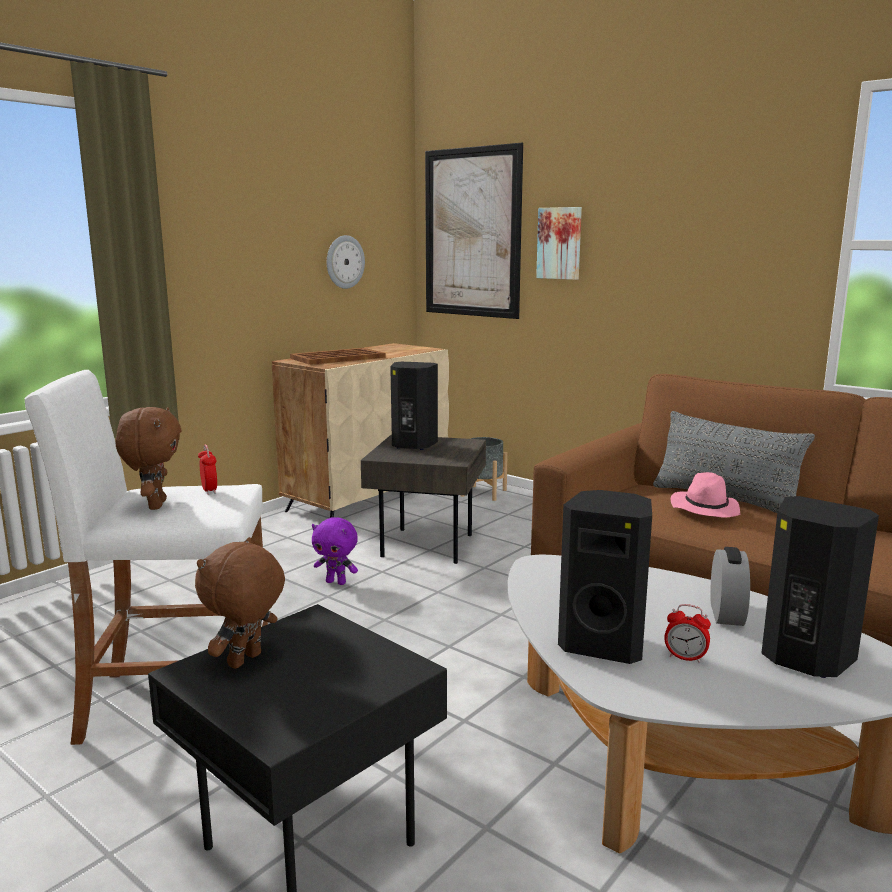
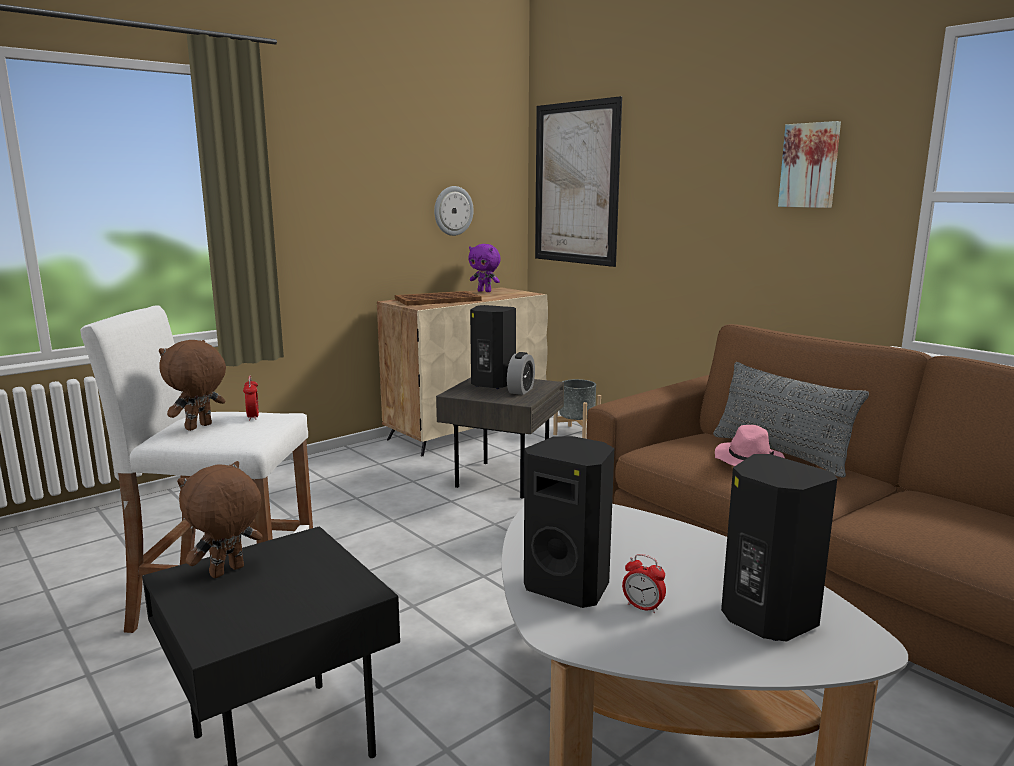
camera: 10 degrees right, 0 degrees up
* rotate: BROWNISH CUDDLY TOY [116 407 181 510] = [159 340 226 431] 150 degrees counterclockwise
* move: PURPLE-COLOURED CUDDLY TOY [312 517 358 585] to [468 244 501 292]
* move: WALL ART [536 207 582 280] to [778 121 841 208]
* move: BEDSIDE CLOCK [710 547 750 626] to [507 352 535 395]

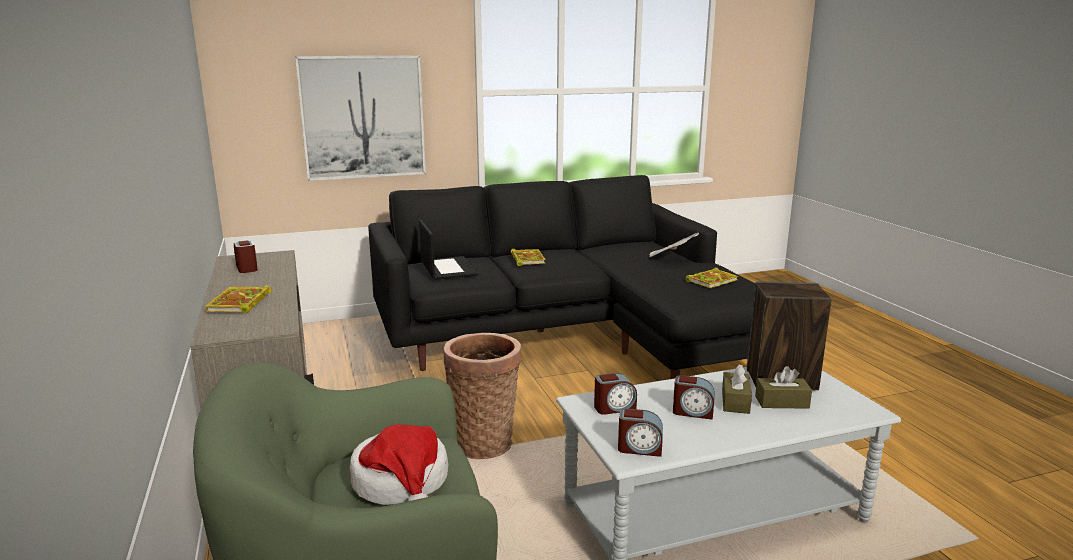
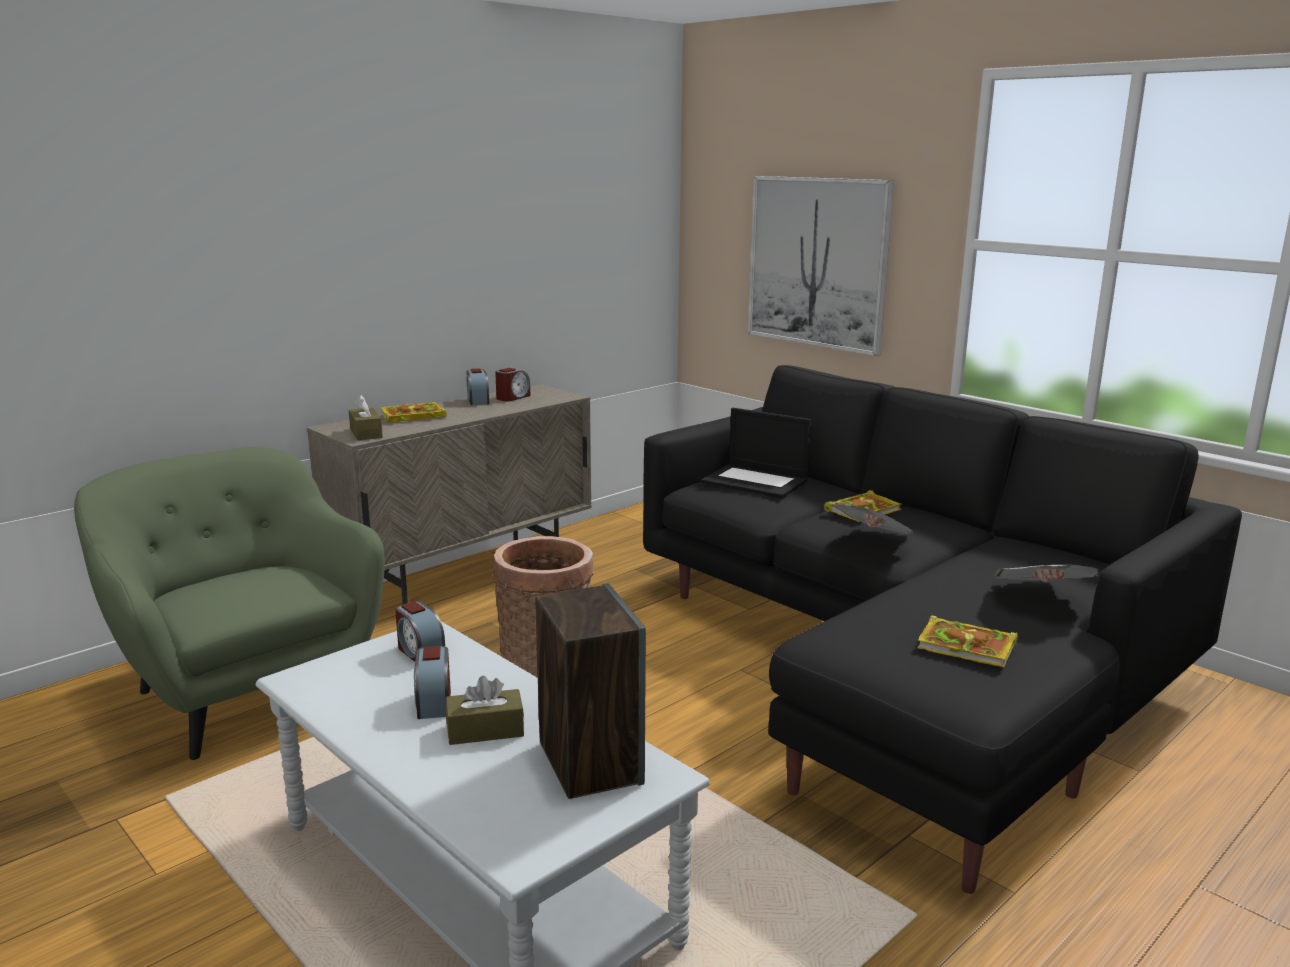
camera: 65 degrees right, 0 degrees up
* delete: HAT [350 424 448 505]
* rotate: NOTEBOOK COMPUTER [419 220 479 280] = [701 408 811 498] 75 degrees clockwise
* move: BEDSIDE CLOCK [618 408 663 457] to [467 368 489 405]
* move: BROWNISH TISSUE BOX [755 366 812 409] to [349 395 383 440]
* insert: PRINTED PAPER [828 504 913 534]

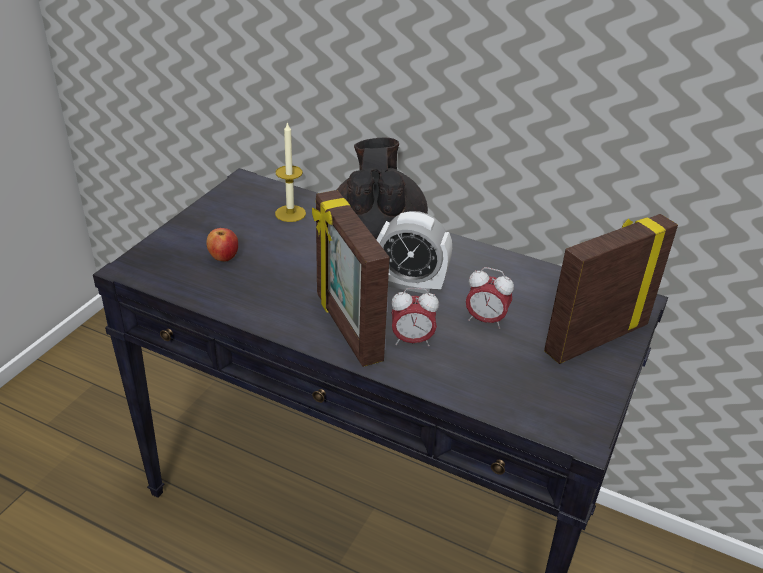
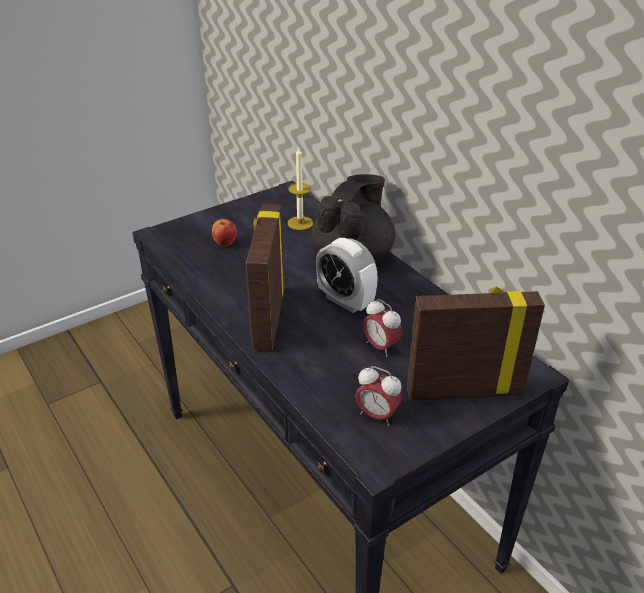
camera: 30 degrees right, 0 degrees up
* move: BEDSIDE CLOCK [391 288 439 346] to [355 366 403 426]

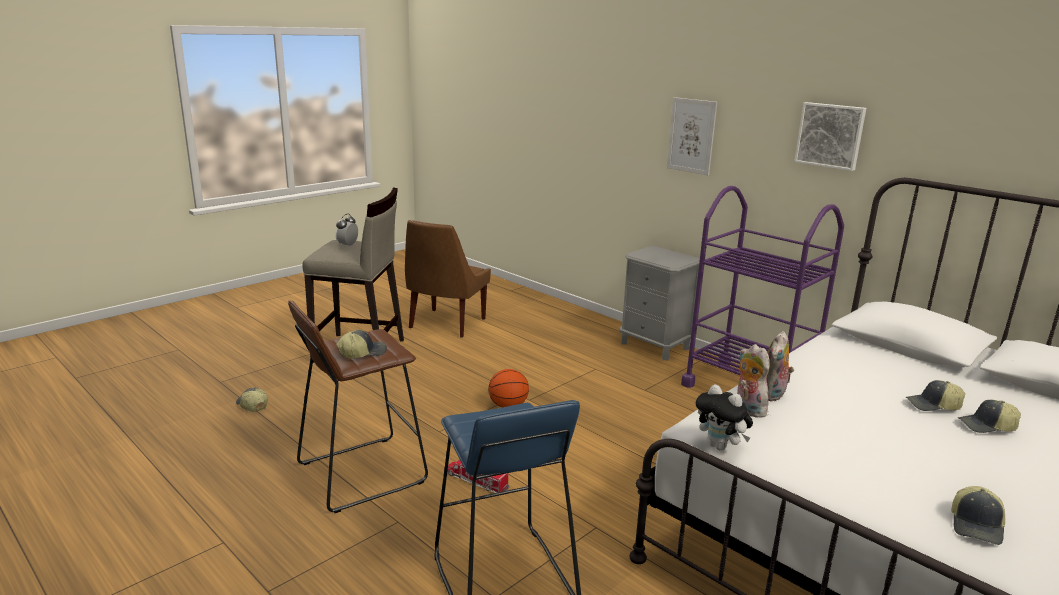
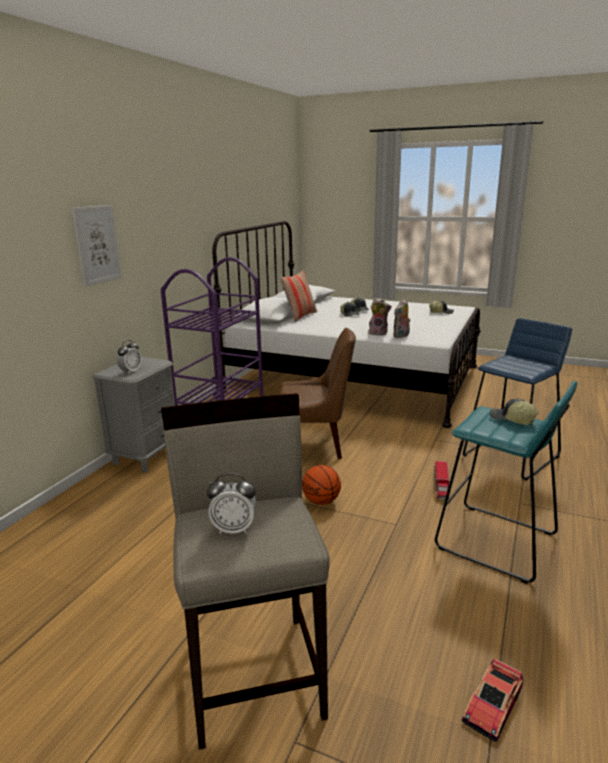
camera: 110 degrees left, 0 degrees up
* replace: BASEBALL CAP [236 388 268 412] to TOY CAR [462 659 524 742]
* recolor: BROWNISH SITTING STOOL [288 300 428 513] to TURQUOISE-COLOURED SITTING STOOL [435 381 578 584]
* move: BROWNISH PLAIN CHAIR [405 220 491 338] to [280 328 356 459]
* delete: CUDDLY TOY [696 384 753 451]
* delete: WALL ART [794 102 866 171]
* insert: BEDSIDE CLOCK [117 340 141 374]
* insert: CUSHION [280 270 317 322]

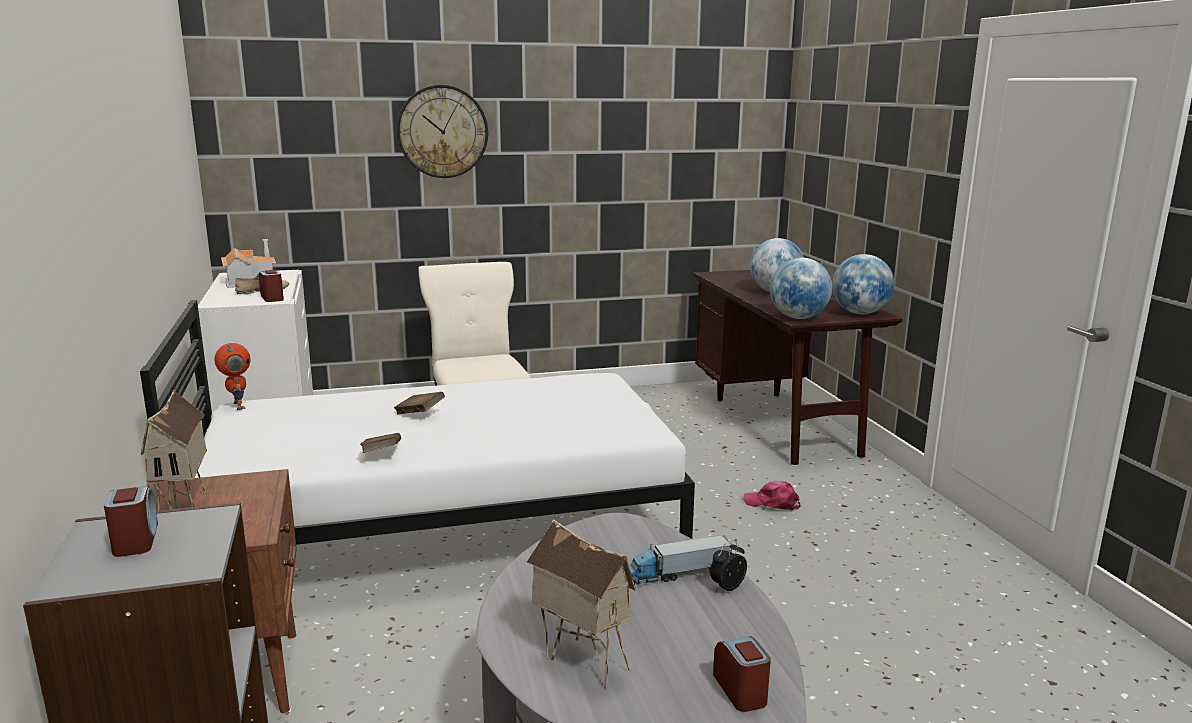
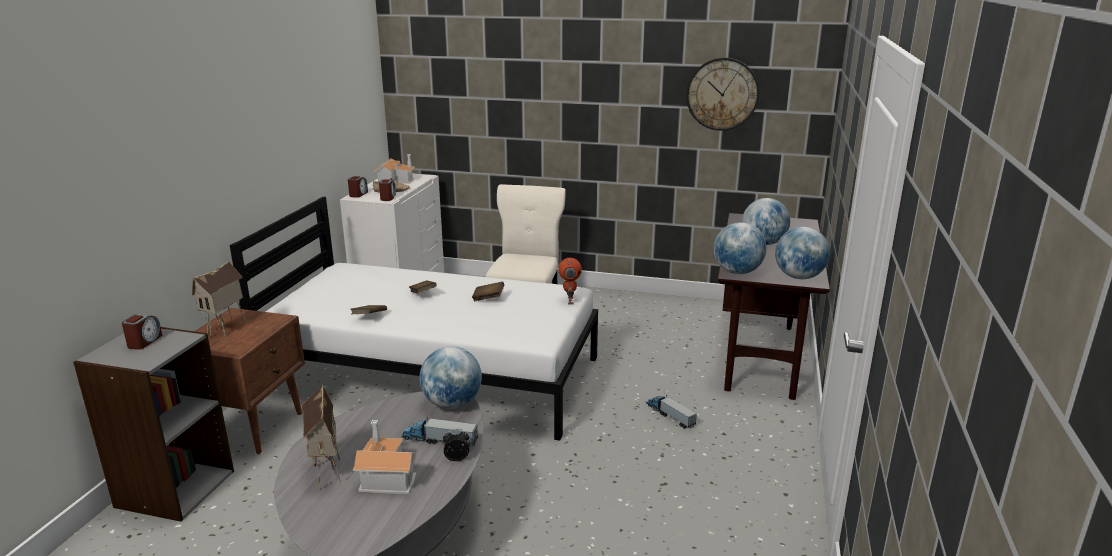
camera: 30 degrees right, 5 degrees up
* move: ROBOT FIGURE [215 343 251 410] to [558 258 582 305]
* move: HANGING CLOCK [397 85 488 178] to [686 58 759 131]
* move: BEDSIDE CLOCK [713 636 771 712] to [348 176 368 198]
* replace: PINKISH BASEBALL CAP [743 481 800 510] to TOY LORRY [646 395 697 429]
* insert: MINIATURE HOUSE [353 420 416 494]
* insert: WORLD GLOBE [420 346 482 409]
* insert: BROWNISH VOLUME [472 281 504 301]

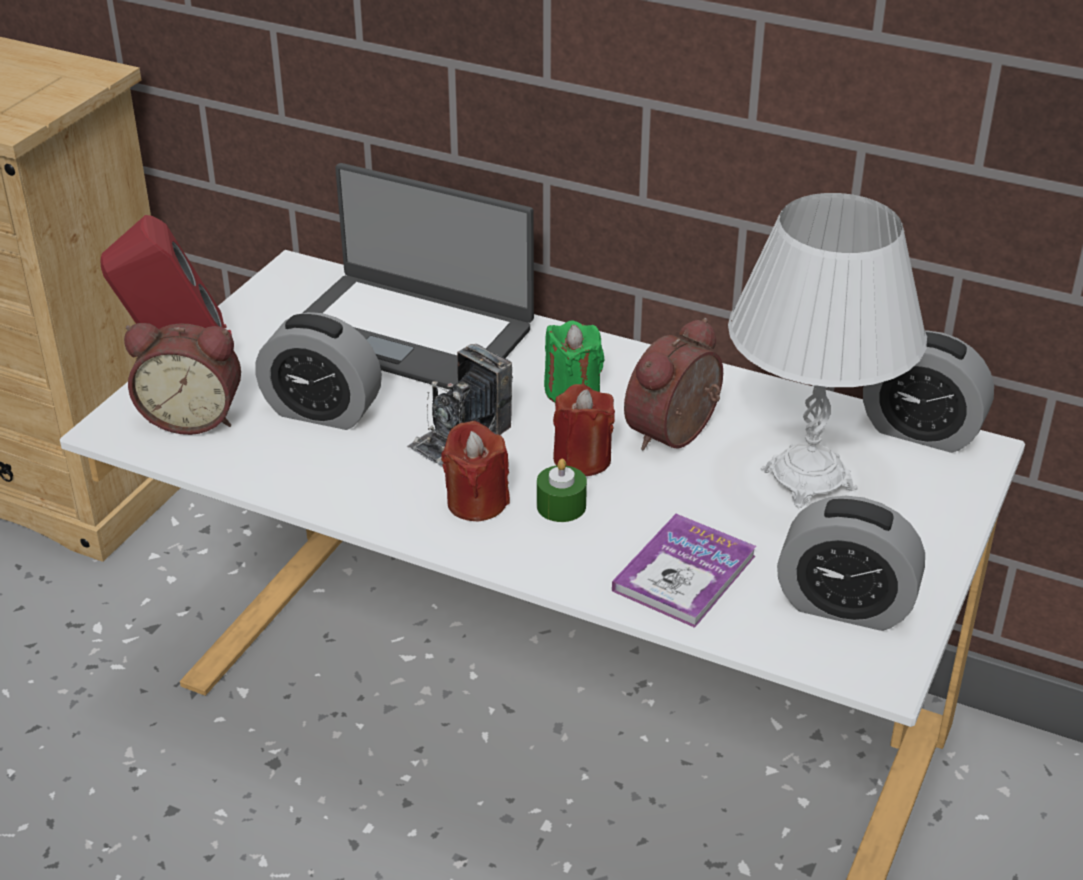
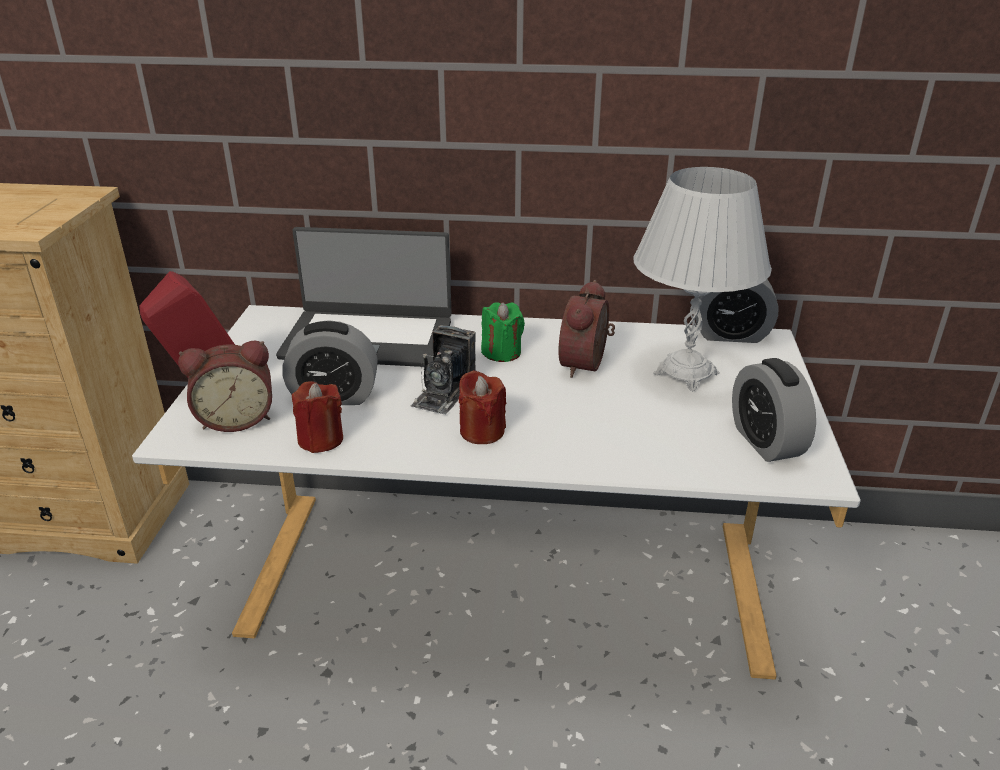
camera: 20 degrees left, 5 degrees down
* delete: GREEN WAX LIGHT [537 459 587 522]
* move: RED WAX LIGHT [553 384 615 476] to [292 381 343 453]
* delete: VOLUME [612 514 756 628]
* rotate: BEDSIDE CLOCK [777 495 925 631] = [732 358 816 462] 75 degrees clockwise

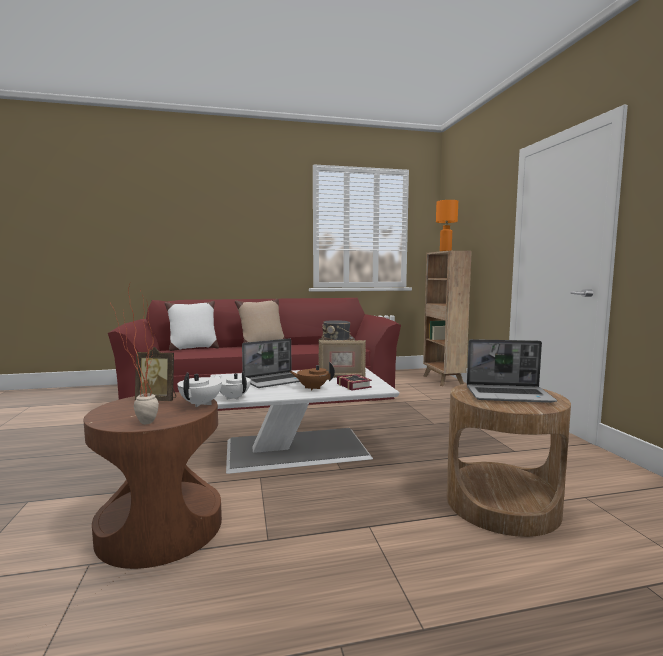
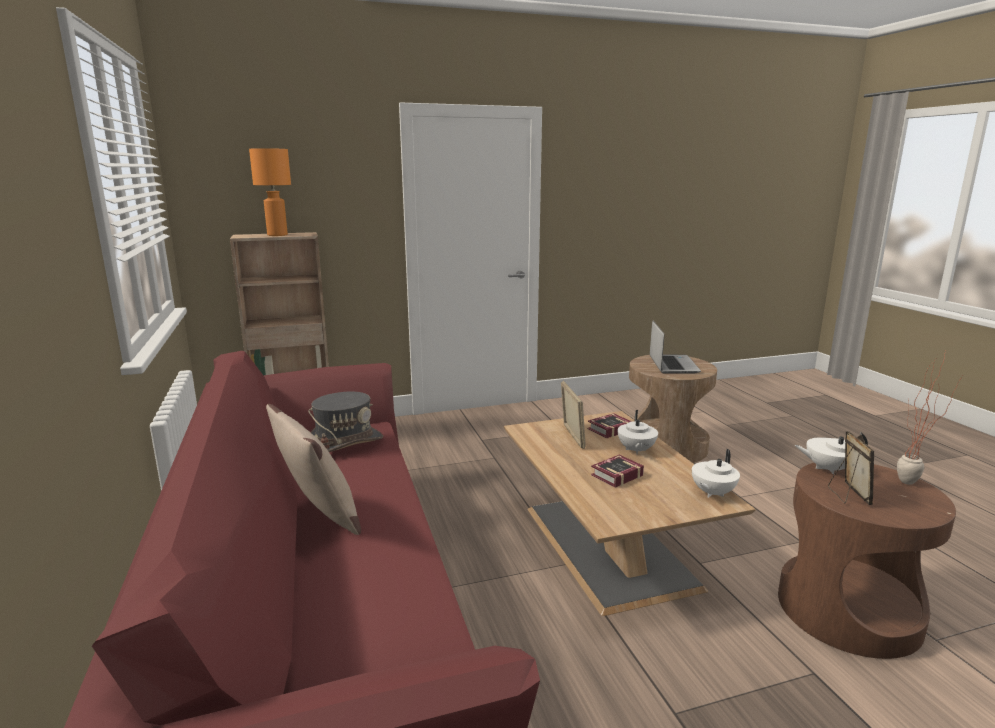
camera: 95 degrees left, 10 degrees up
* delete: WHITE-COLOURED CUSHION [164 301 219 351]
* recolor: WHITE-COLOURED LOUNGE TABLE [210 367 400 474] to BROWNISH LOUNGE TABLE [504 411 756 616]
* replace: NOTEBOOK COMPUTER [242 338 300 388] to VOLUME [591 455 644 488]
* recolor: BROWNISH POT FOR TEA [289 362 335 391] to WHITE-COLOURED POT FOR TEA [618 410 658 455]

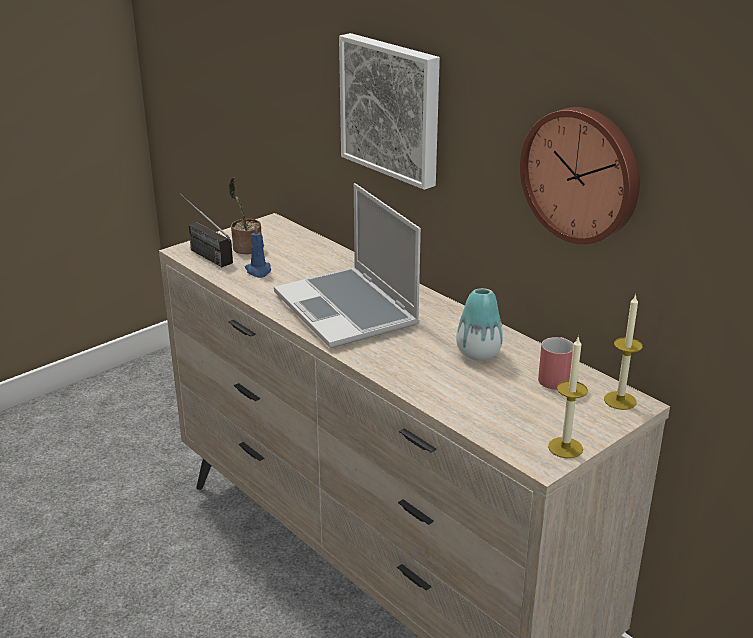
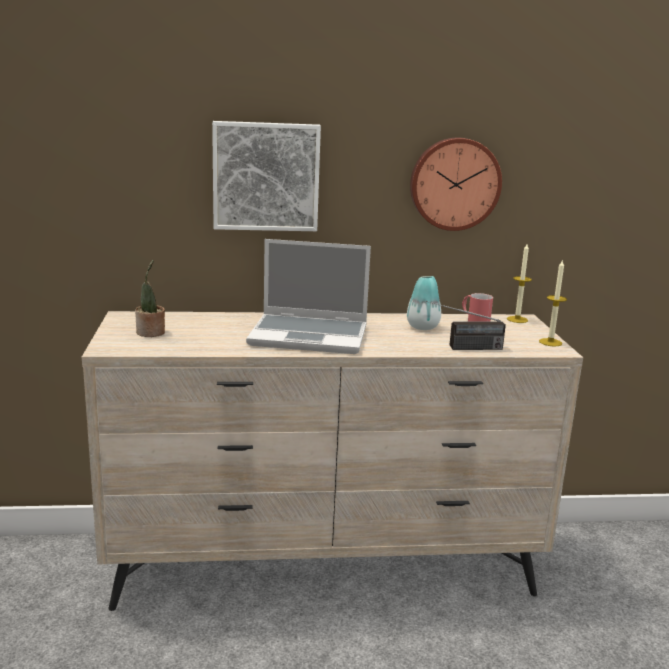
camera: 55 degrees left, 10 degrees down
* move: RADIO RECEIVER [180 193 233 267] to [426 301 506 350]
* delete: BLUE WAX LIGHT [245 224 271 278]

